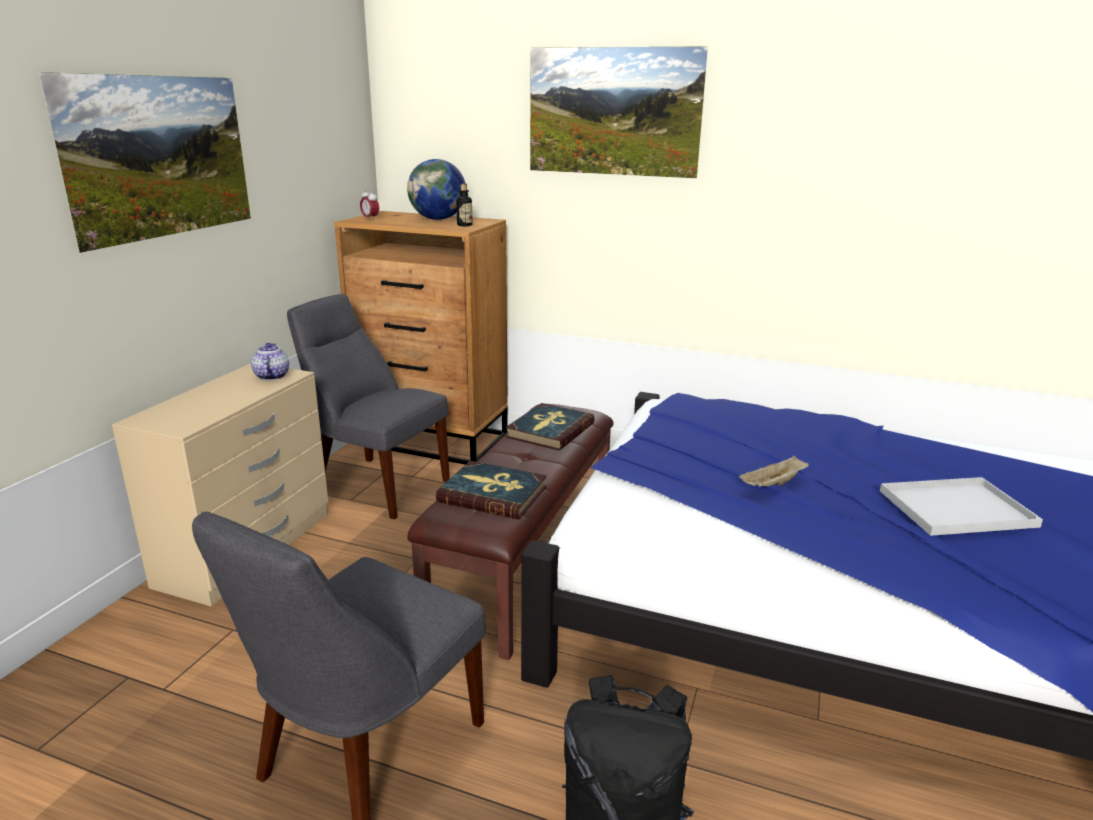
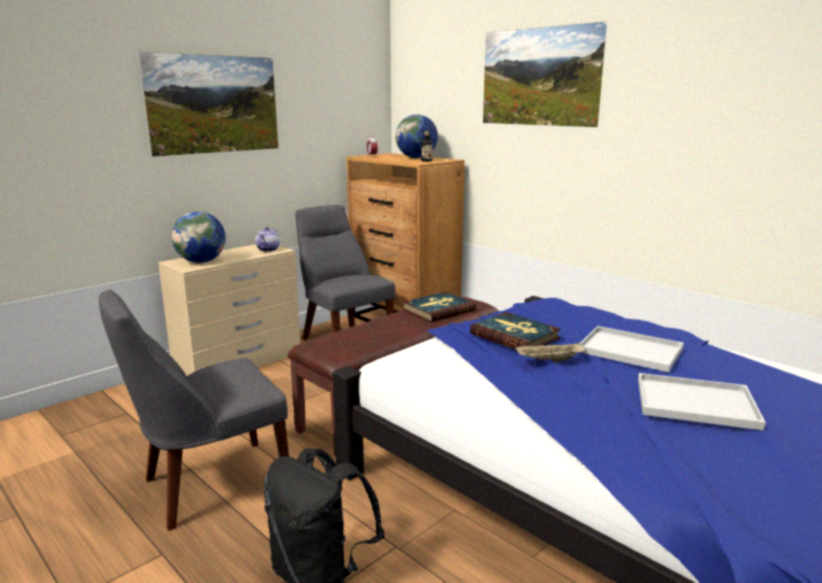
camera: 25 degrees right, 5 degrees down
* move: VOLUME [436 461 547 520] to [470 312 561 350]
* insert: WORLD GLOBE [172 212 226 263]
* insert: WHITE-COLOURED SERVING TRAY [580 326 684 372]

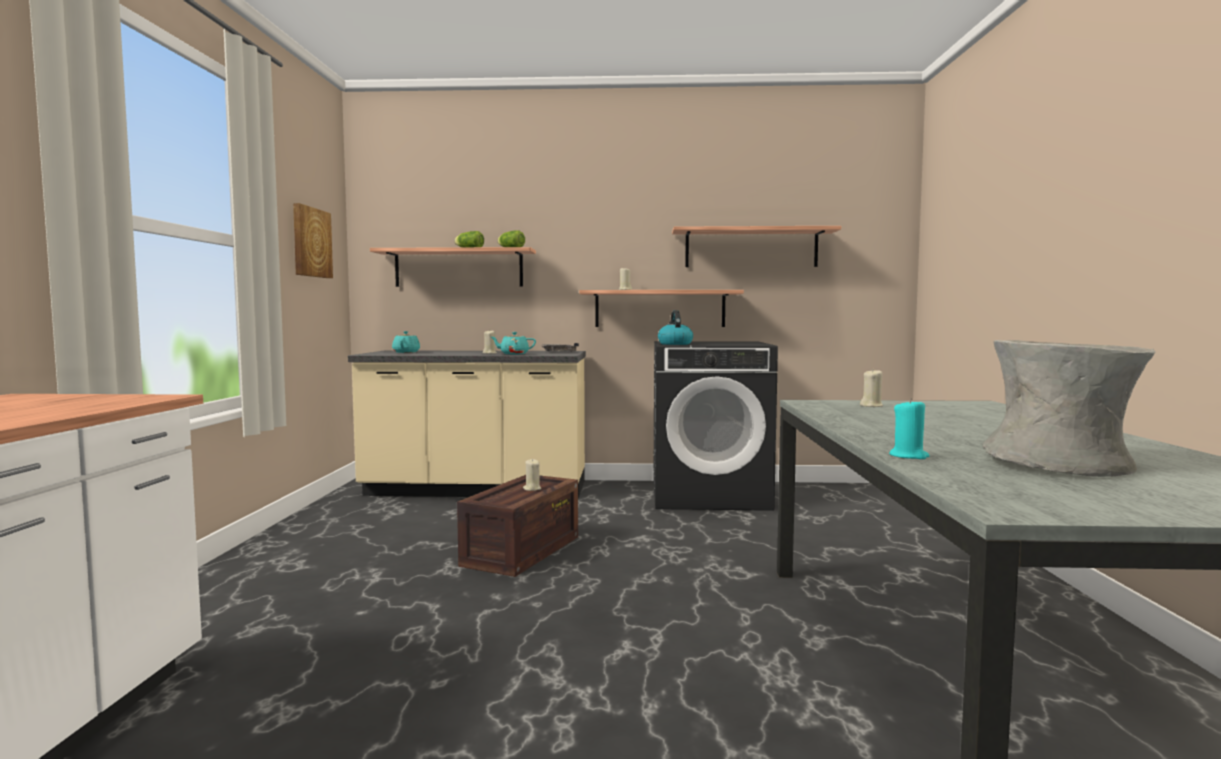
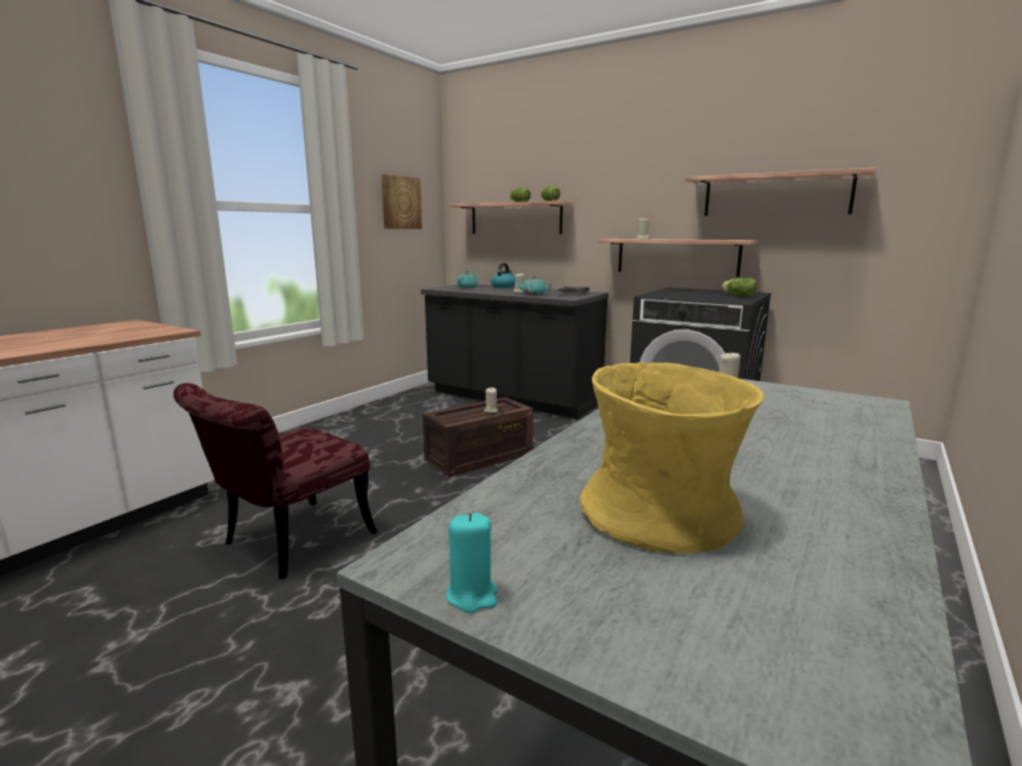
camera: 30 degrees right, 10 degrees up
* recolor: BEIGE-COLOURED KITCHEN COUNTER [348 351 586 498] to BLACK-COLOURED KITCHEN COUNTER [421 284 609 419]
* move: TEA KETTLE [658 310 693 345] to [491 263 515 288]
* move: TURQUOISE-COLOURED WAX LIGHT [889 398 929 459] to [446 513 497 613]
* recolor: GRAY FLOWER VASE [983 340 1155 477] to YELLOW-COLOURED FLOWER VASE [580 362 764 553]
* insert: RED PLAIN CHAIR [173 383 378 579]
* insert: LETTUCE [722 278 757 297]

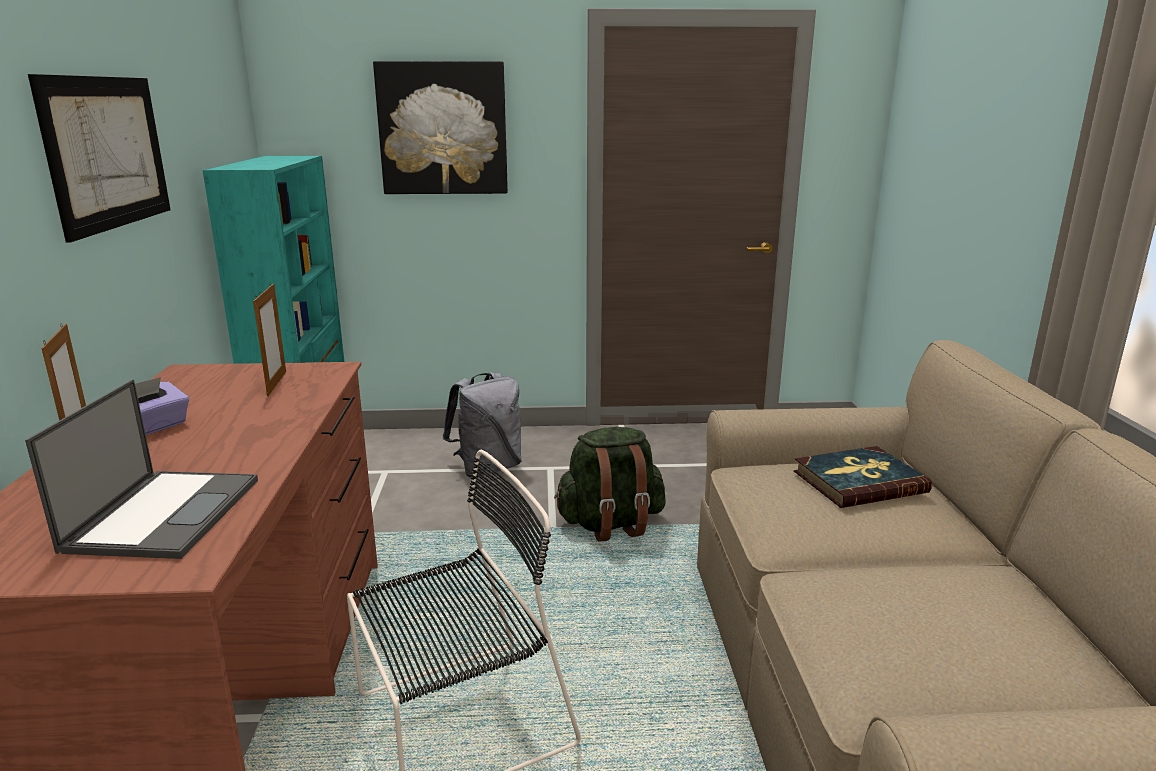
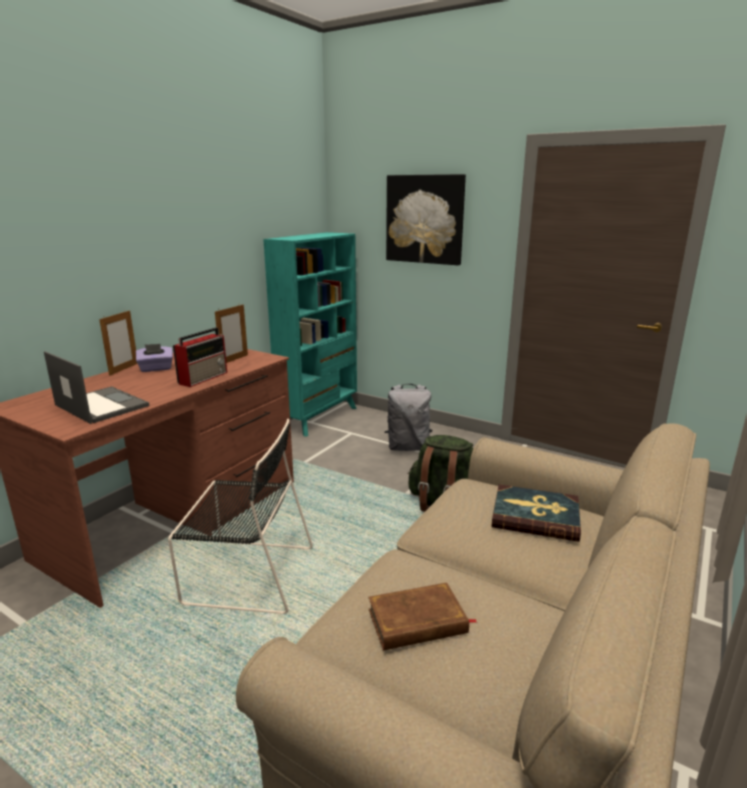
camera: 35 degrees right, 0 degrees up
* rotate: NOTEBOOK COMPUTER [25 379 258 559] = [44 351 150 424] 90 degrees counterclockwise
* delete: WALL ART [28 74 171 243]
* insert: RADIO RECEIVER [173 327 227 387]
* insert: BROWNISH VOLUME [368 583 477 651]

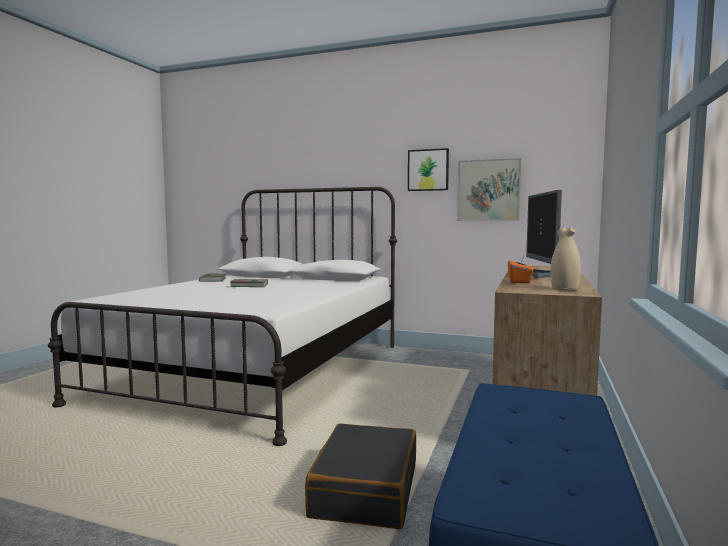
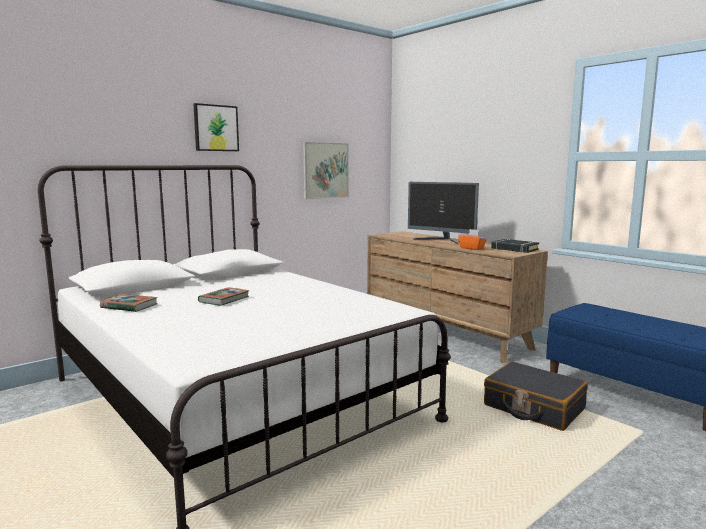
camera: 60 degrees left, 5 degrees up
* move: WALL ART [408 148 449 191] to [193 103 239 151]
* replace: BEIGE-COLOURED FLOWER VASE [551 227 581 291] to BLACK-COLOURED VOLUME [491 239 539 253]

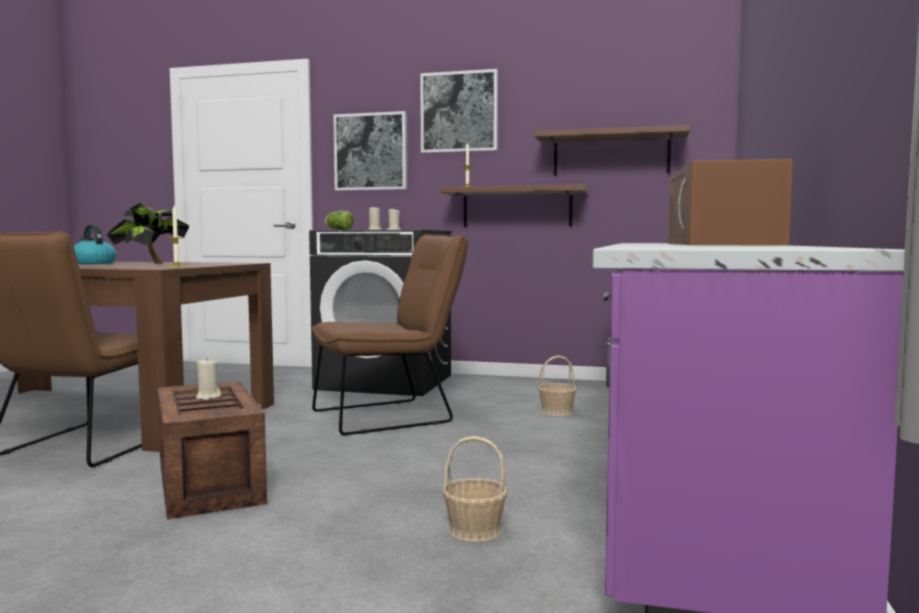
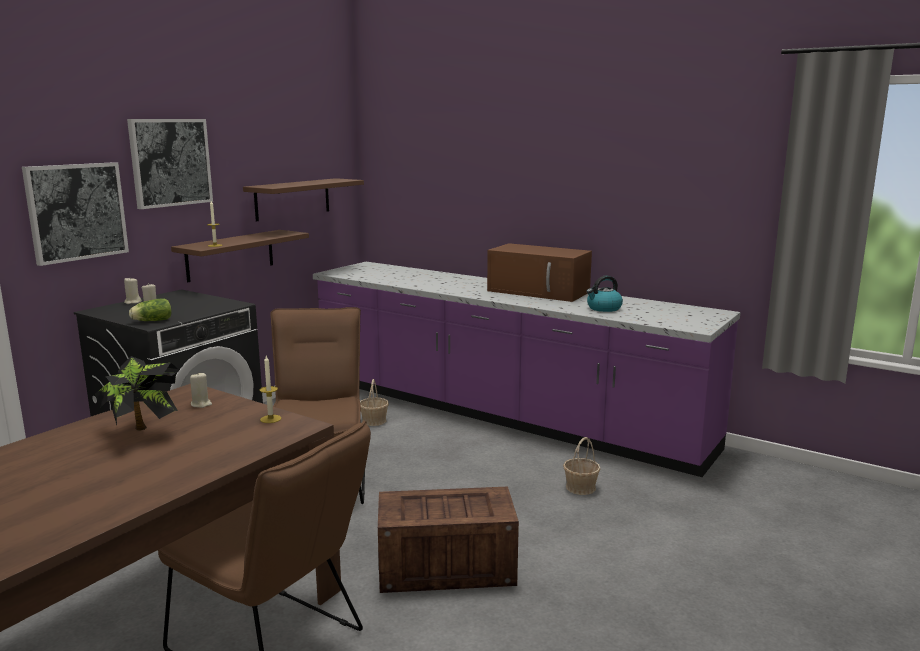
camera: 70 degrees left, 10 degrees up
* move: TEA KETTLE [74 224 116 264] to [587 276 623 312]
* move: BEIGE-COLOURED WAX LIGHT [196 358 221 400] to [190 373 212 408]

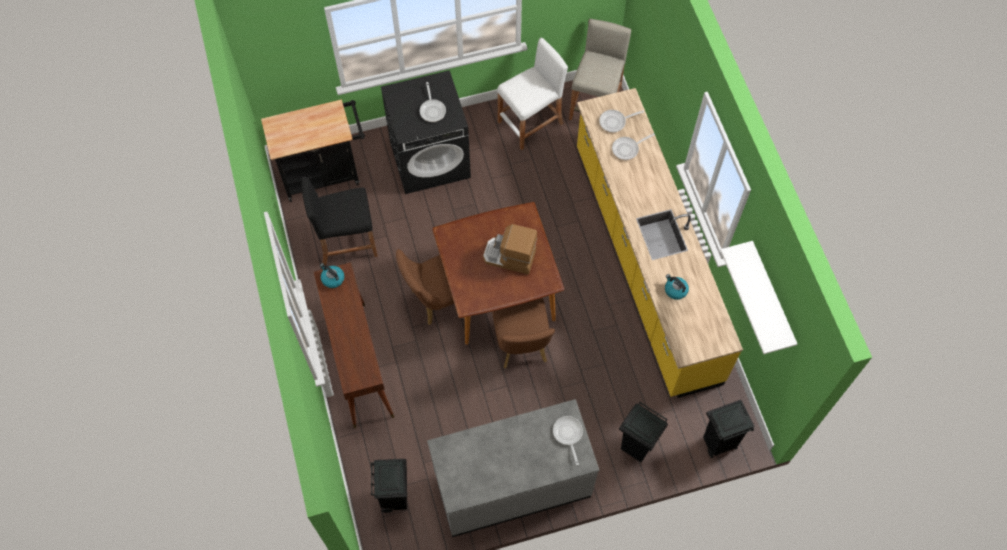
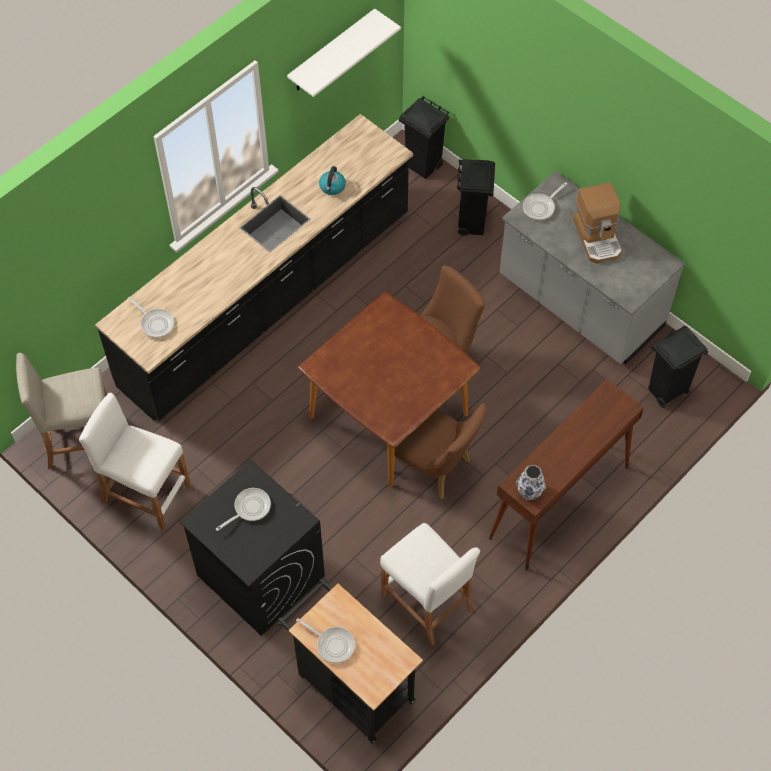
camera: 120 degrees left, 5 degrees down
* recolor: BLACK-COLOURED SITTING STOOL [301 177 378 266] to WHITE-COLOURED SITTING STOOL [380 523 480 646]
* replace: TEA KETTLE [320 263 344 288] to FLOWER VASE [516 465 546 500]
* move: COFFEE MAKER [483 224 537 275] to [573 182 622 264]
* recolor: YELLOW-COLOURED KITCHEN COUNTER [577 88 743 398] to BLACK-COLOURED KITCHEN COUNTER [95 114 413 421]
* move: PAN [612 133 655 160] to [296 618 355 663]

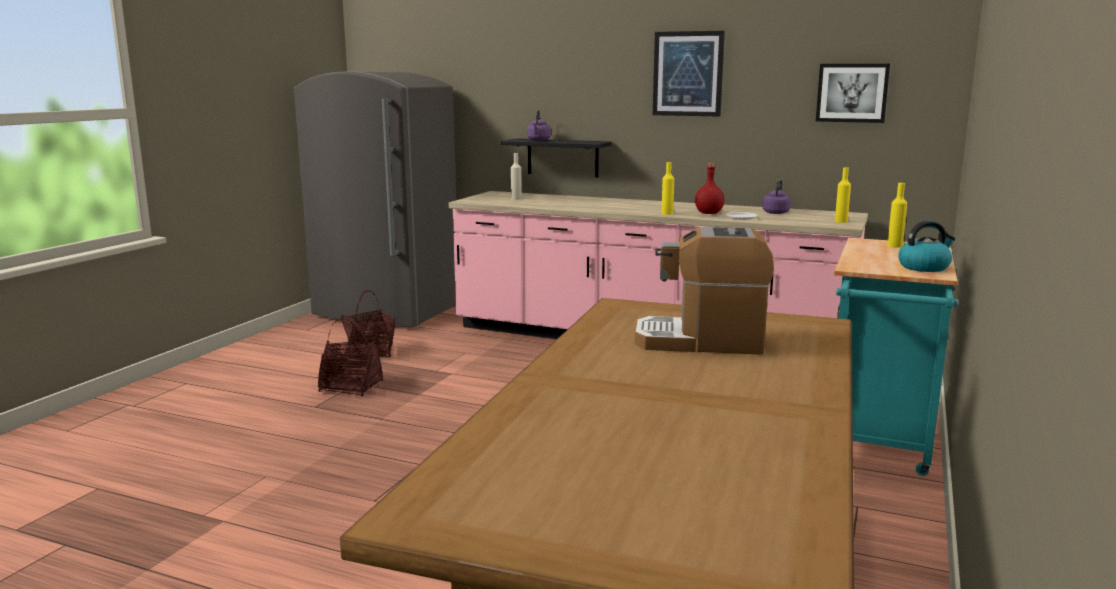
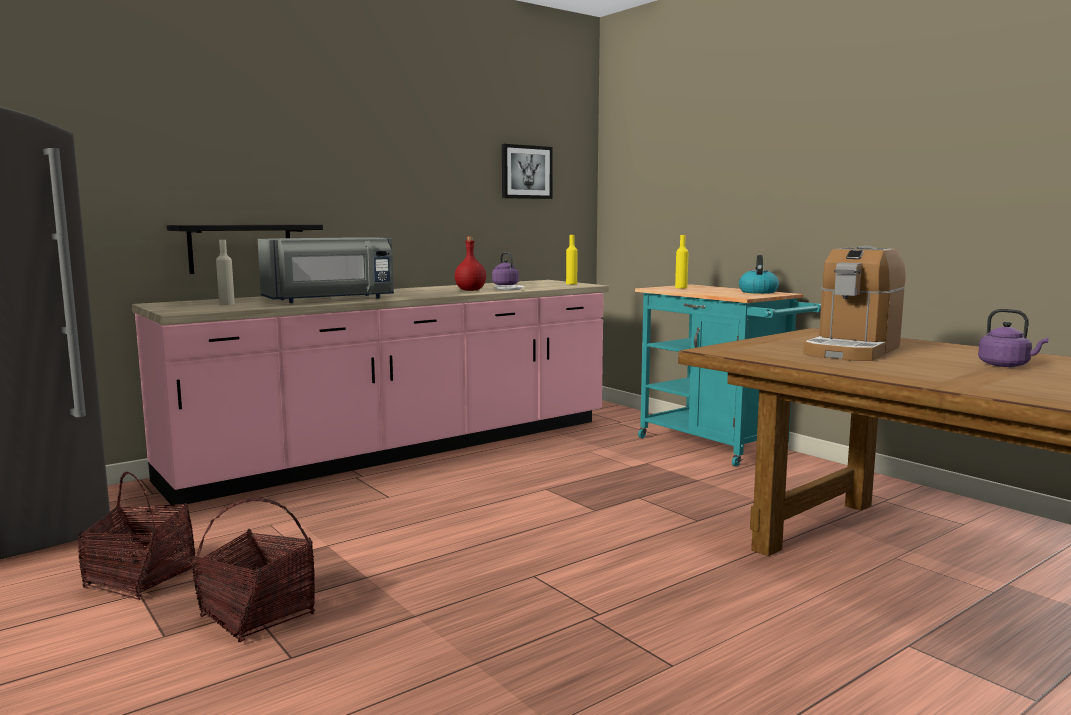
camera: 60 degrees left, 5 degrees down
* move: PURPLE-COLOURED TEA KETTLE [527 110 551 141] to [978 309 1049 367]
* delete: WALL ART [653 31 725 117]
* delete: YELLOW-COLOURED BOTTLE [661 162 674 215]
* insert: GRAY KITCHEN MICROWAVE [258 237 394 303]

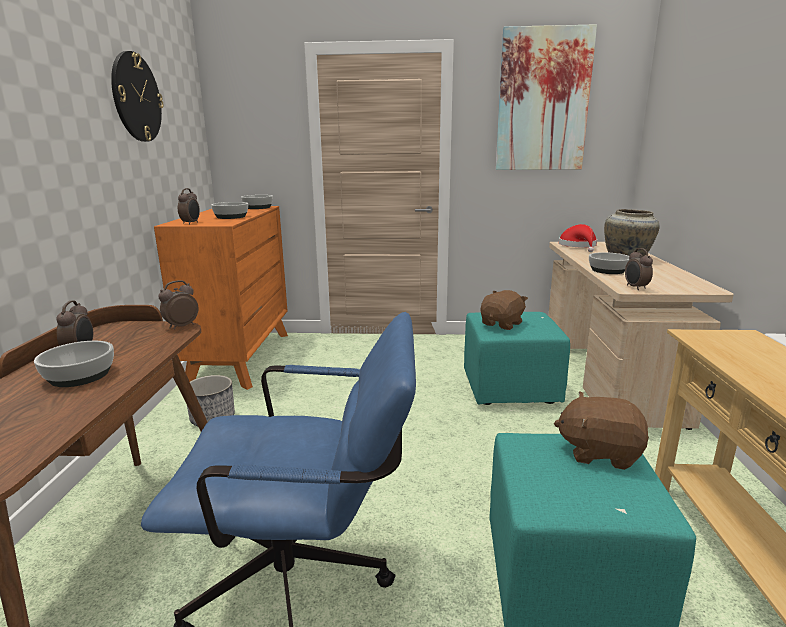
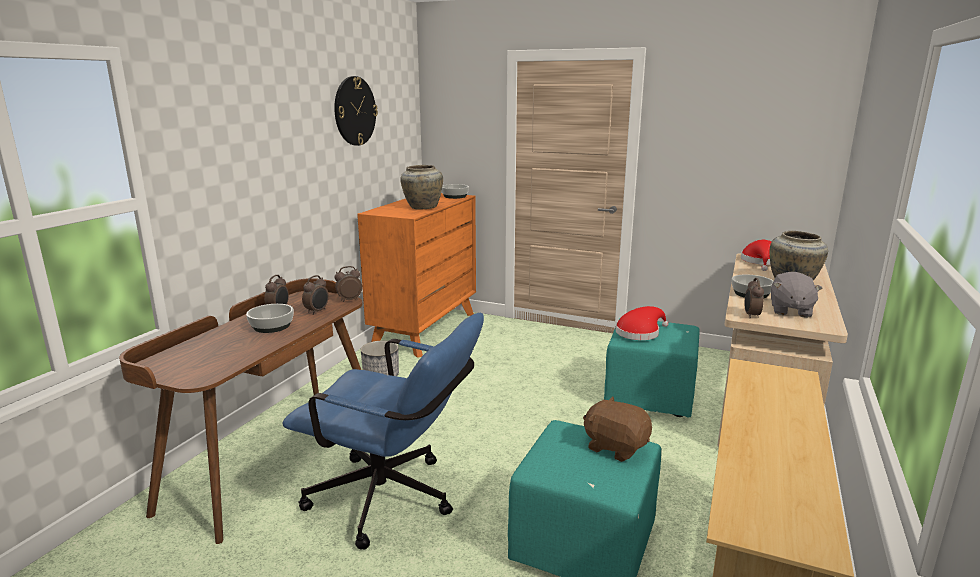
camera: 20 degrees right, 0 degrees up
* move: BEDSIDE CLOCK [178 188 200 225] to [302 275 329 315]
* replace: BOWL [211 202 248 219] to BEIGE-COLOURED FLOWER VASE [400 165 443 210]
* replace: BROWNISH CUDDLY TOY [481 290 528 330] to RED HAT [616 306 668 340]
* delete: WALL ART [496 24 597 170]
* insert: GRAY CUDDLY TOY [771 272 823 318]

